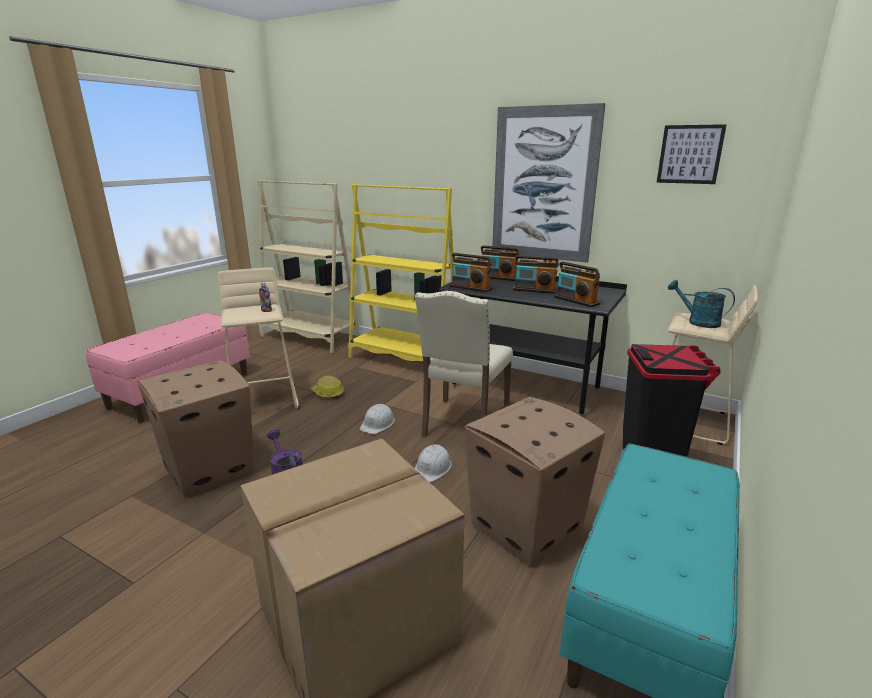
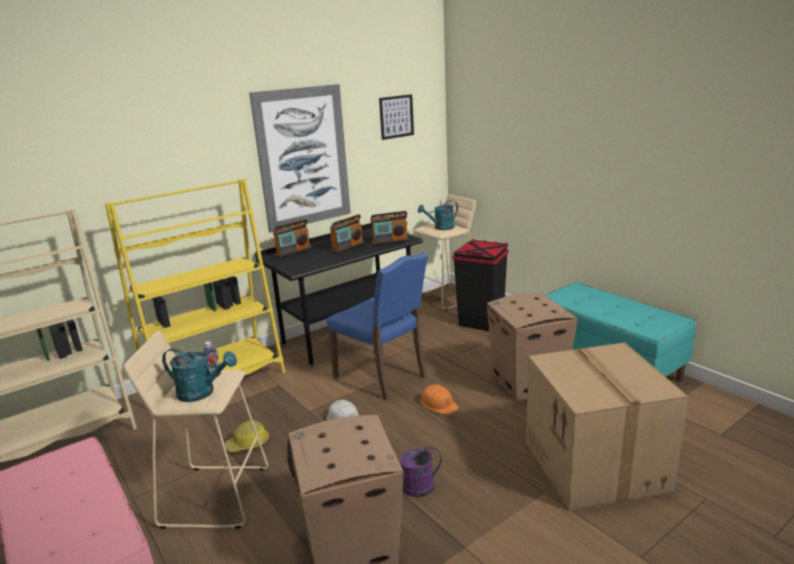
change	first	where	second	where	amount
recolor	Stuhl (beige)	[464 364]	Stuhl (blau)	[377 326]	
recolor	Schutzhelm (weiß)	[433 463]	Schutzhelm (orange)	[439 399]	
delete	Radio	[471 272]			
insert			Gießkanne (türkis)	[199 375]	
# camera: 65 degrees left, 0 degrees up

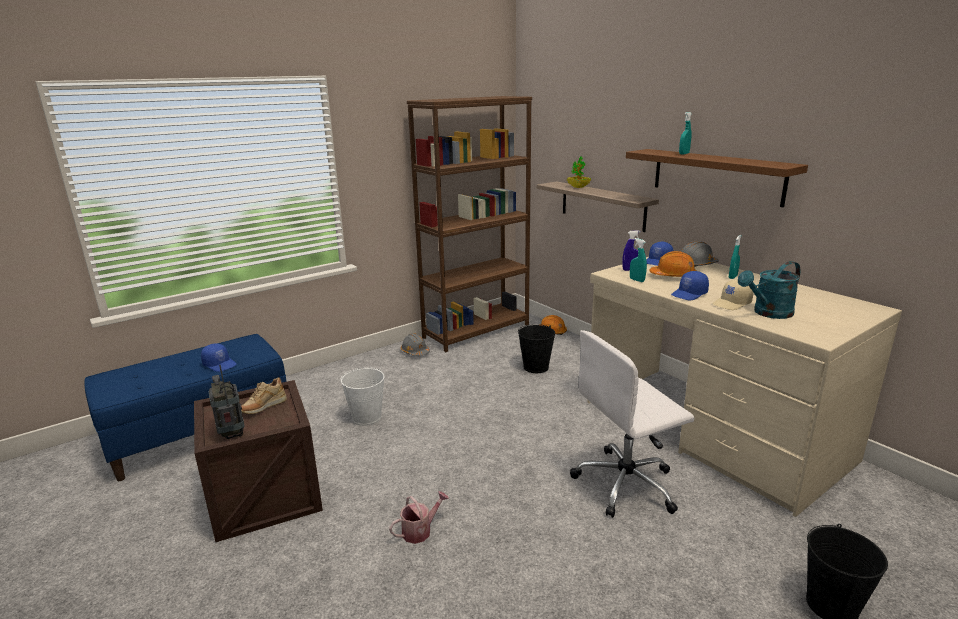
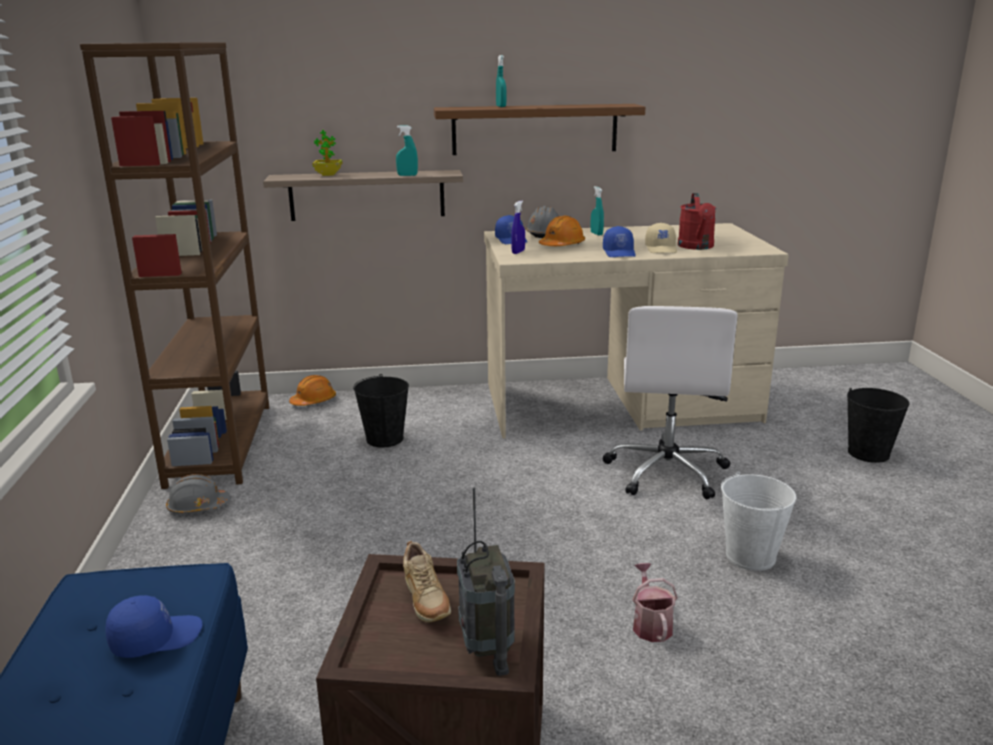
change	first	where	second	where	amount
rotate	Radio	[227 402]		[486 582]	105 degrees counterclockwise
move	Eimer (weiß)	[362 396]		[758 521]	
move	Sprühflasche (türkis)	[638 260]		[407 150]	
recolor	Gießkanne (türkis)	[769 290]	Gießkanne (rot)	[697 221]	
# camera: 60 degrees left, 0 degrees up

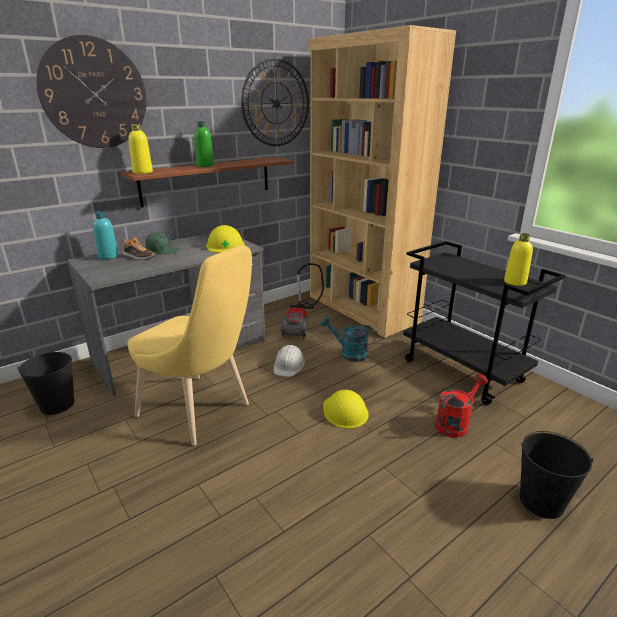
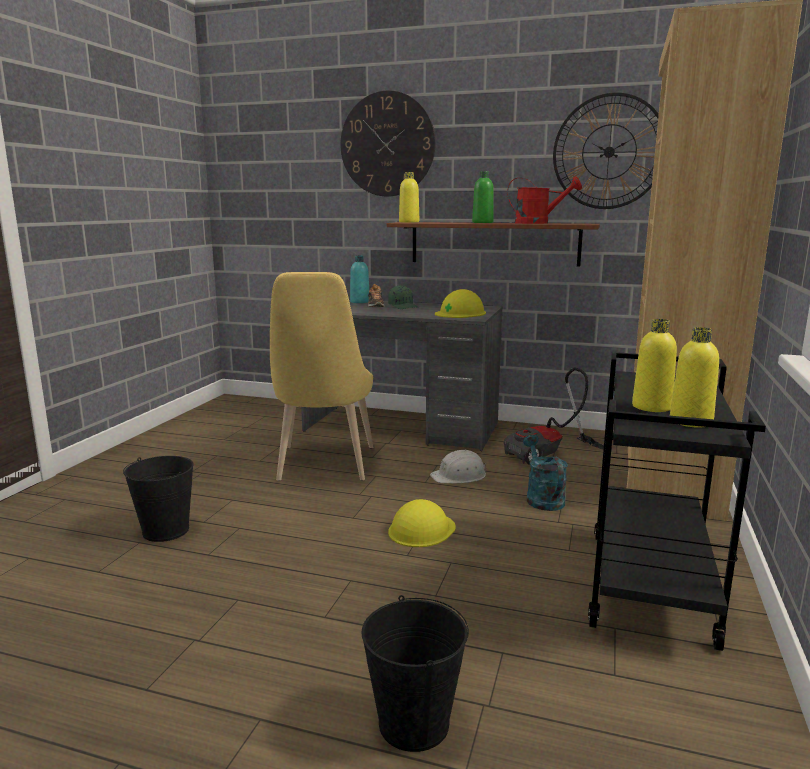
change	first	where	second	where	amount
move	Eimer (schwarz)	[46 383]		[158 499]	
move	Gießkanne (rot)	[461 406]		[544 200]	
insert			Flasche (gelb)	[654 365]	
# camera: 55 degrees right, 10 degrees down

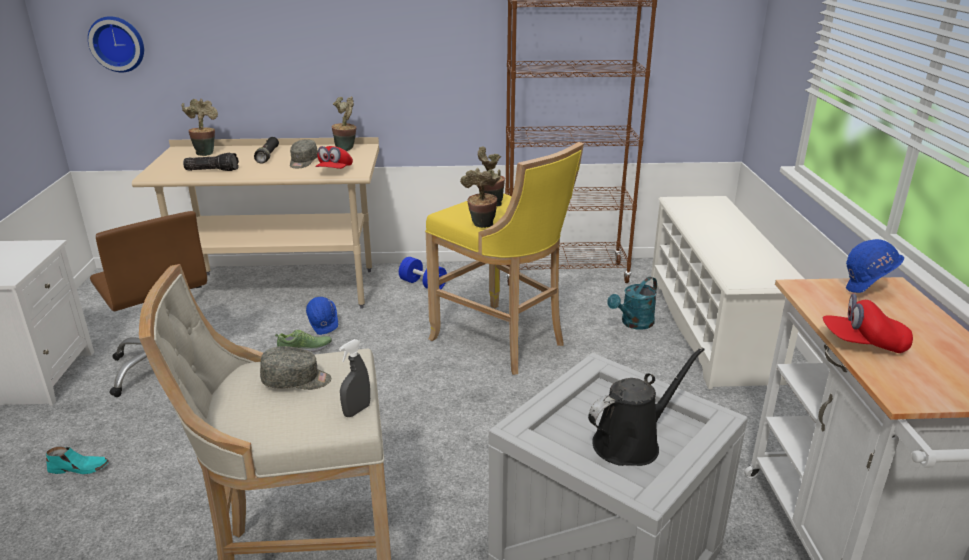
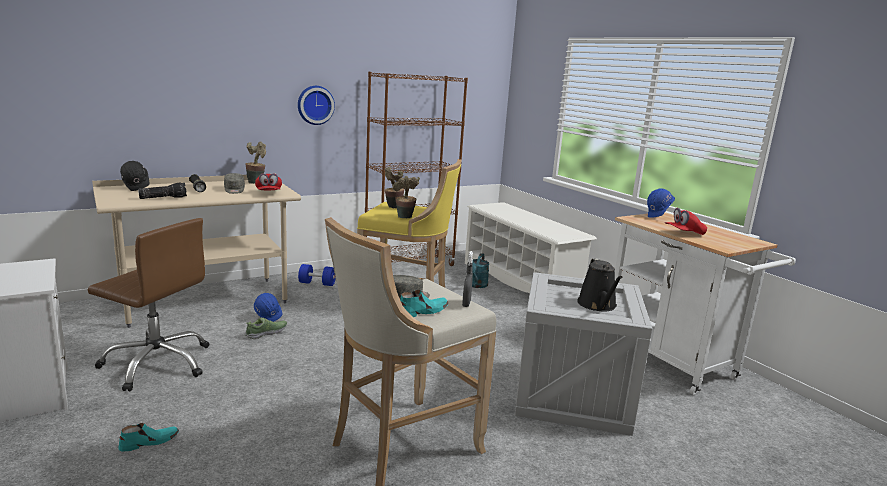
change	first	where	second	where	amount
move	Wanduhr	[116 44]		[316 105]	
replace	Topfpflanze	[199 127]	Schutzhelm (schwarz)	[135 176]	
rotate	Gießkanne (schwarz)	[646 406]		[600 284]	150 degrees clockwise
insert			Schuh (türkis)	[424 303]	
# camera: 30 degrees left, 10 degrees down

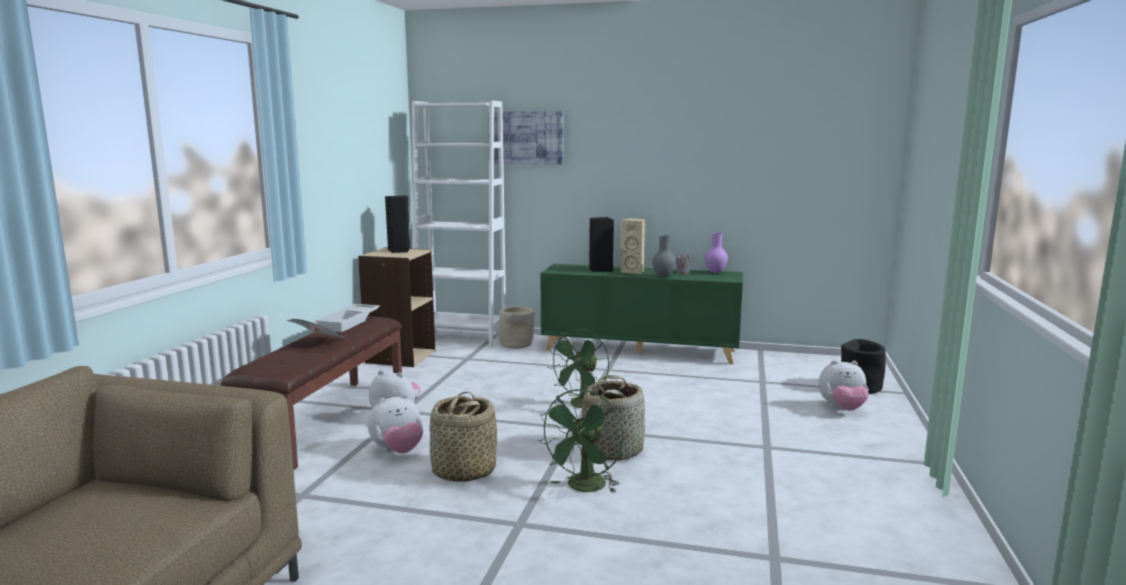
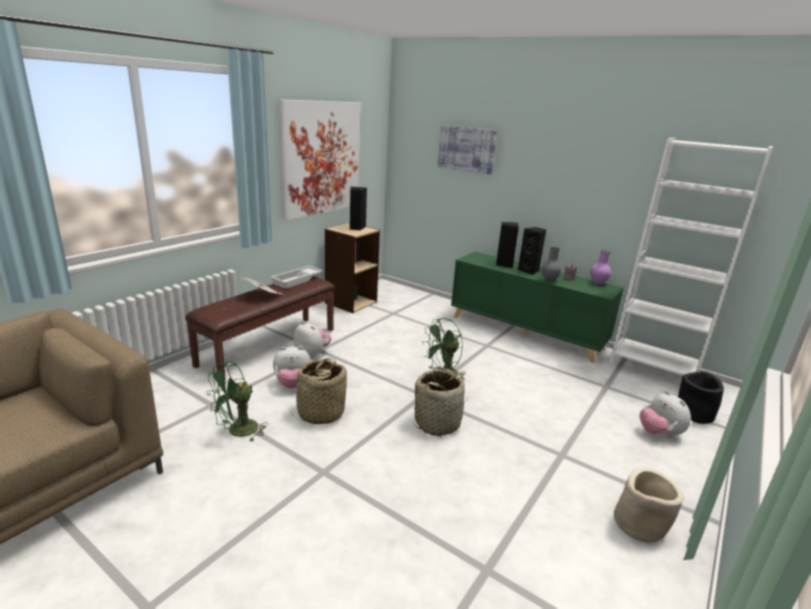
change	first	where	second	where	amount
move	Bücherregal (weiß)	[458 223]		[690 257]	
move	Pflanzkübel (beige)	[516 327]		[649 505]	
move	Ventilator (grün)	[580 441]		[237 401]	
recolor	Lautsprecher (beige)	[633 246]	Lautsprecher (schwarz)	[532 251]	
rotate	Plüschtier	[844 385]		[665 414]	45 degrees clockwise
insert			Bild	[319 159]	
# camera: 20 degrees right, 10 degrees up

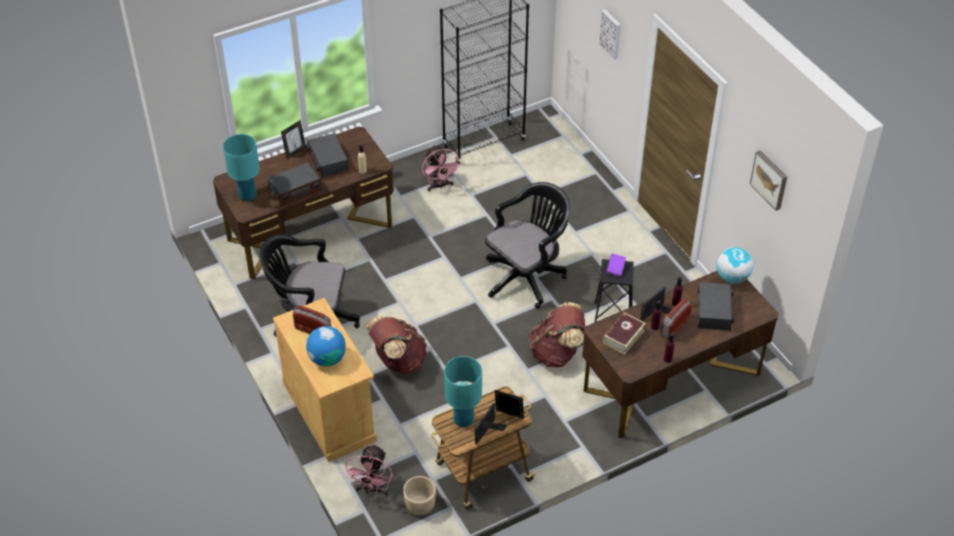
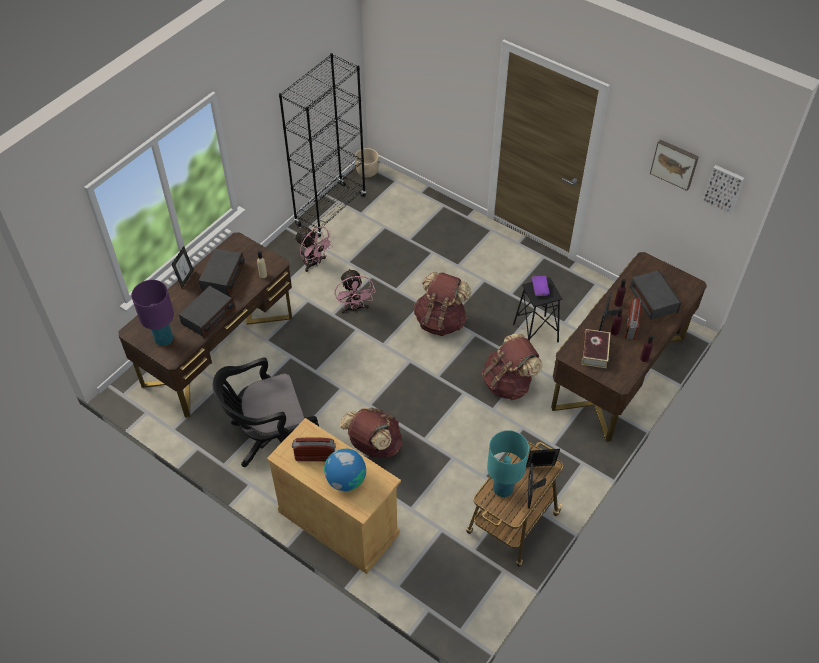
change	first	where	second	where	amount
recolor	Tischlampe (türkis)	[241 167]	Tischlampe (lila)	[153 313]	
rotate	Radio	[327 156]		[221 272]	120 degrees counterclockwise
move	Ventilator (rosa)	[368 469]		[355 291]	
move	Pflanzkübel (beige)	[419 495]		[367 162]	
replace	Bürostuhl (schwarz)	[527 245]	Rucksack (braun)	[442 304]	
move	Bild	[610 34]		[723 190]	
delete	Globus	[734 265]			
# camera: 25 degrees left, 5 degrees up

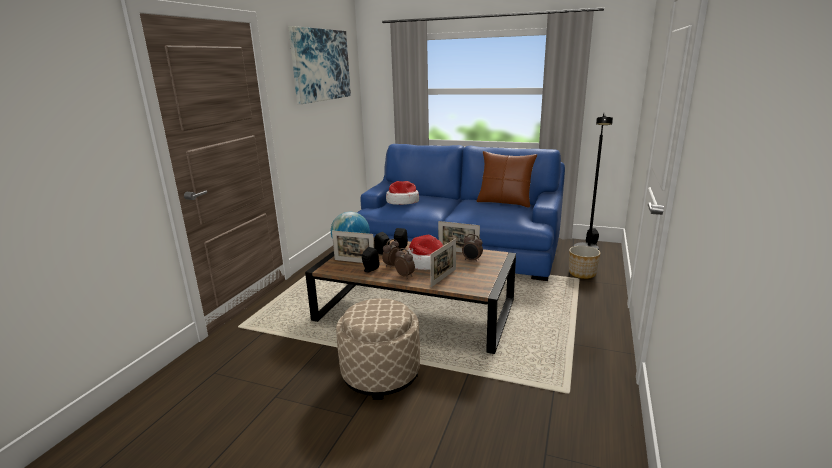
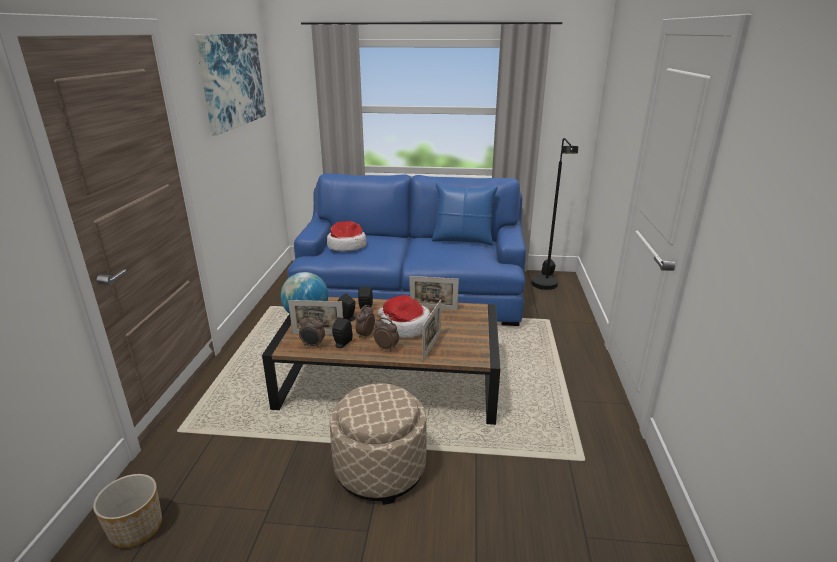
change	first	where	second	where	amount
move	Wecker	[472 248]		[312 331]	
recolor	Kissen (braun)	[507 179]	Kissen (blau)	[465 214]	
move	Pflanzkübel	[584 262]		[127 511]	
# camera: 15 degrees left, 5 degrees up

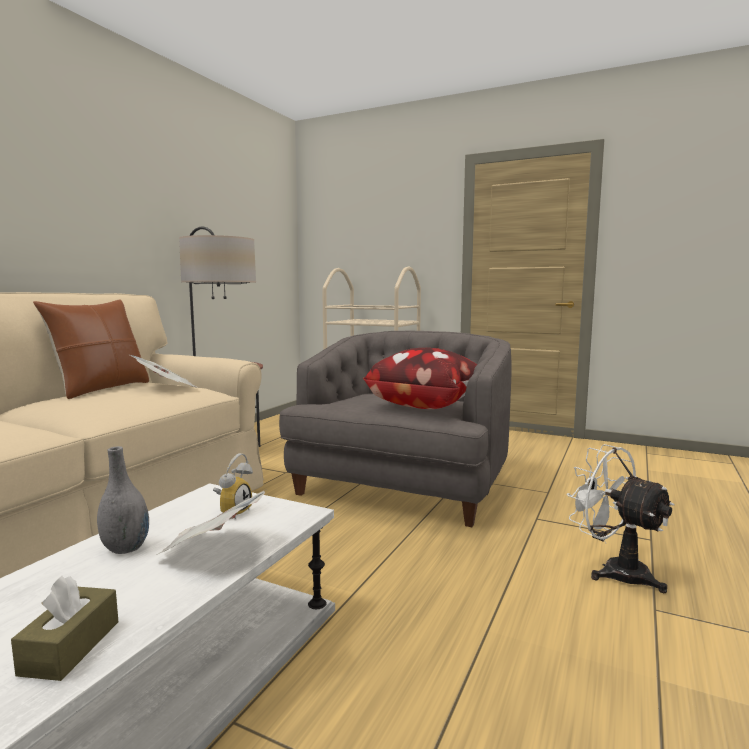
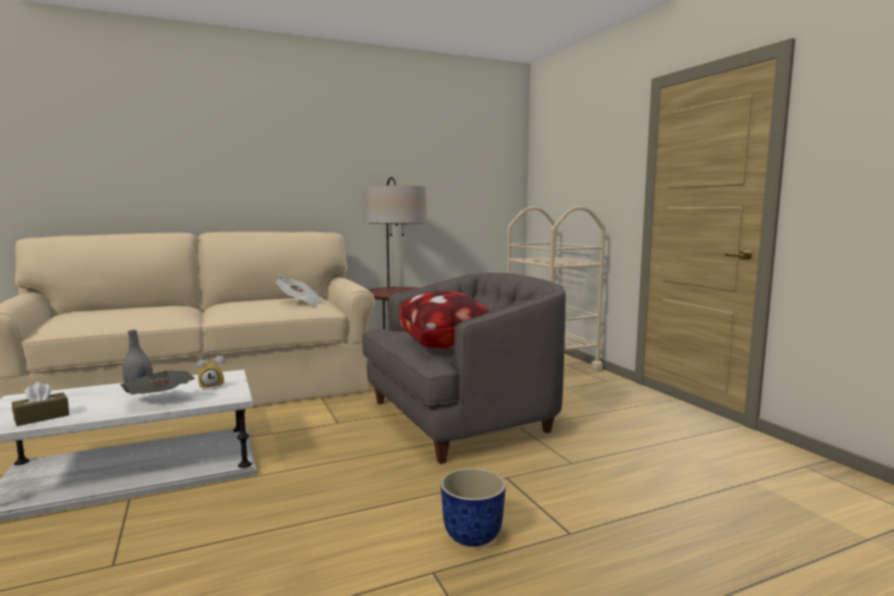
change	first	where	second	where	amount
delete	Kissen (braun)	[91 349]			
replace	Ventilator (weiß)	[620 518]	Pflanzkübel	[473 507]	
# camera: 40 degrees right, 0 degrees up

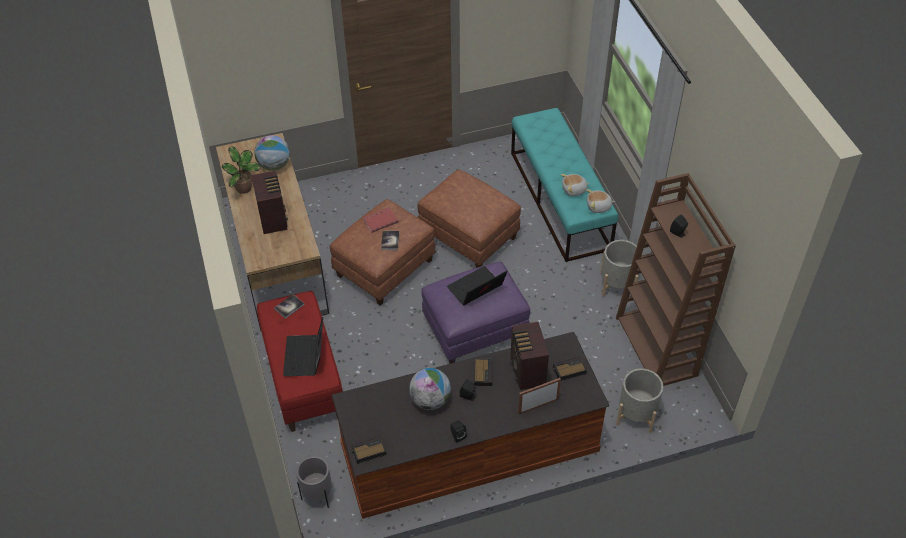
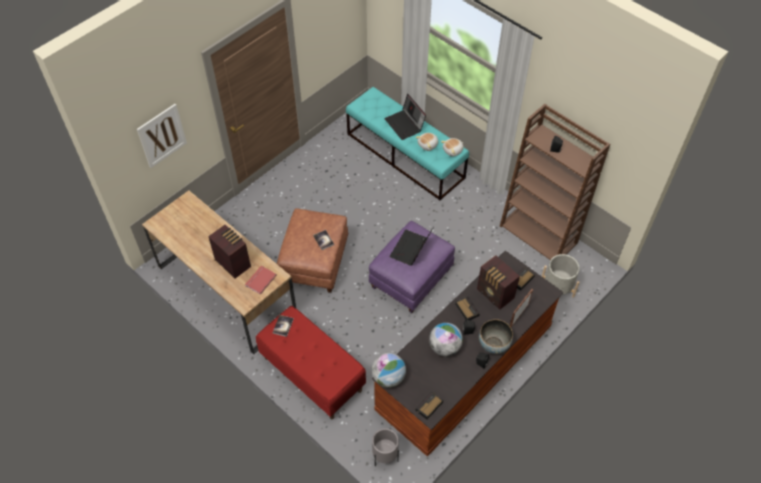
change	first	where	second	where	amount
delete	Topfpflanze	[241 170]			
move	Globus	[272 153]		[389 370]	
move	Laptop	[303 346]		[405 117]	
move	Buch (rot)	[381 220]		[261 280]	
delete	Polsterhocker (braun)	[469 218]			
delete	Pflanzkübel (grau)	[619 268]			
insert			Bild	[162 136]	
insert			Schüssel	[496 336]	
# camera: 30 degrees left, 5 degrees up

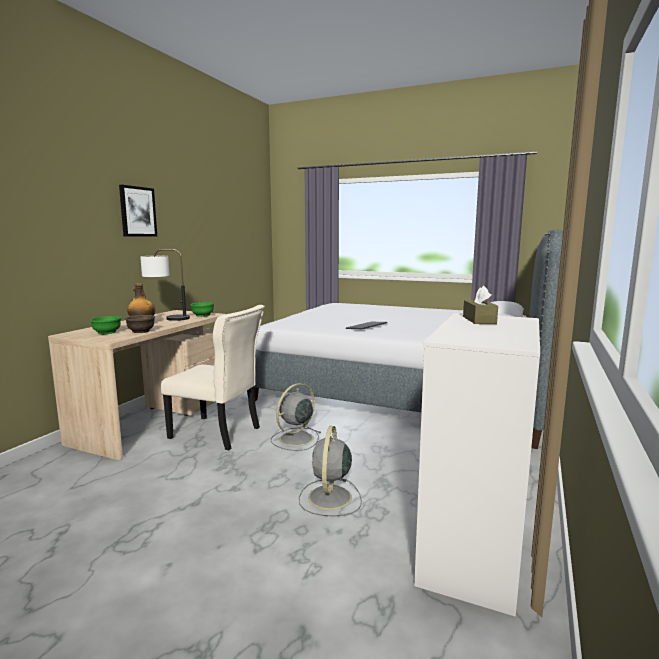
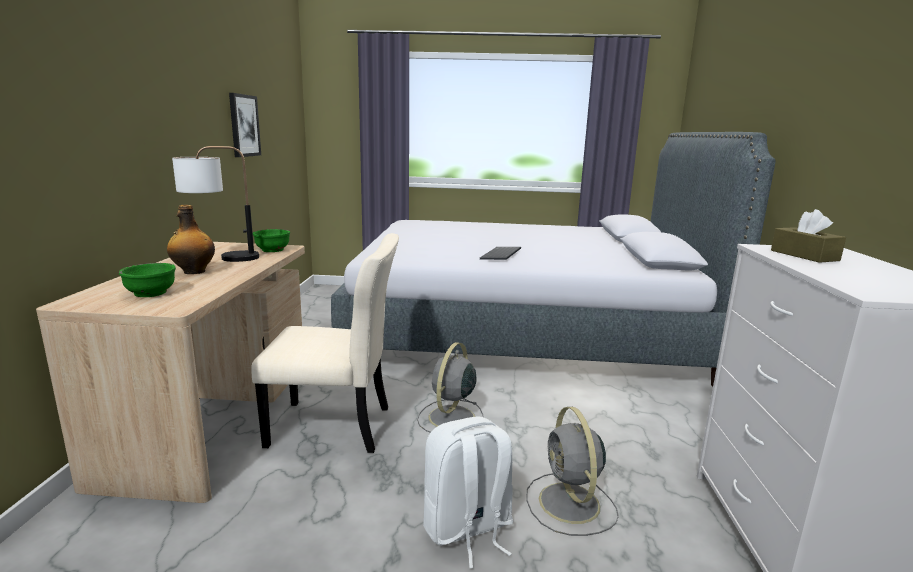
change	first	where	second	where	amount
move	Bild	[138 210]		[245 125]	
delete	Schüssel (braun)	[140 324]			
insert			Rucksack (weiß)	[468 492]	
# camera: 20 degrees left, 5 degrees up

